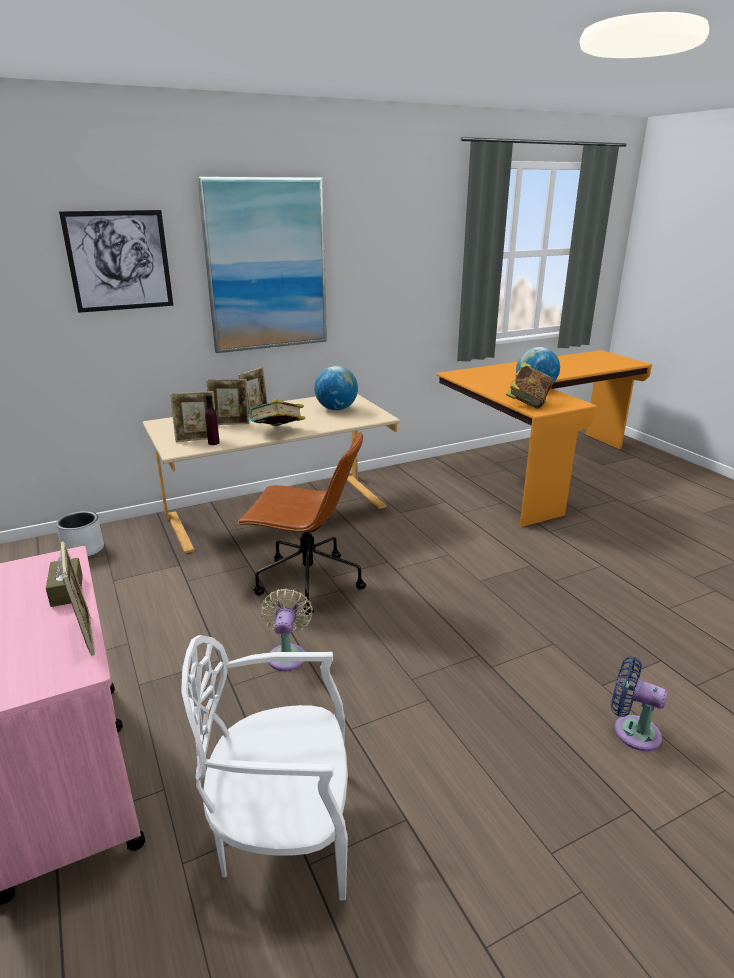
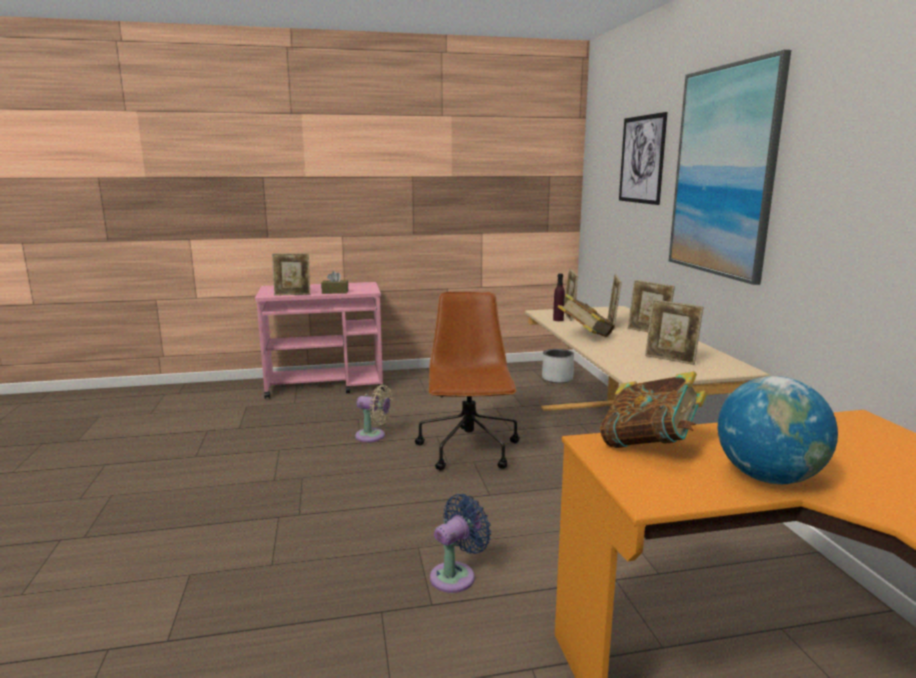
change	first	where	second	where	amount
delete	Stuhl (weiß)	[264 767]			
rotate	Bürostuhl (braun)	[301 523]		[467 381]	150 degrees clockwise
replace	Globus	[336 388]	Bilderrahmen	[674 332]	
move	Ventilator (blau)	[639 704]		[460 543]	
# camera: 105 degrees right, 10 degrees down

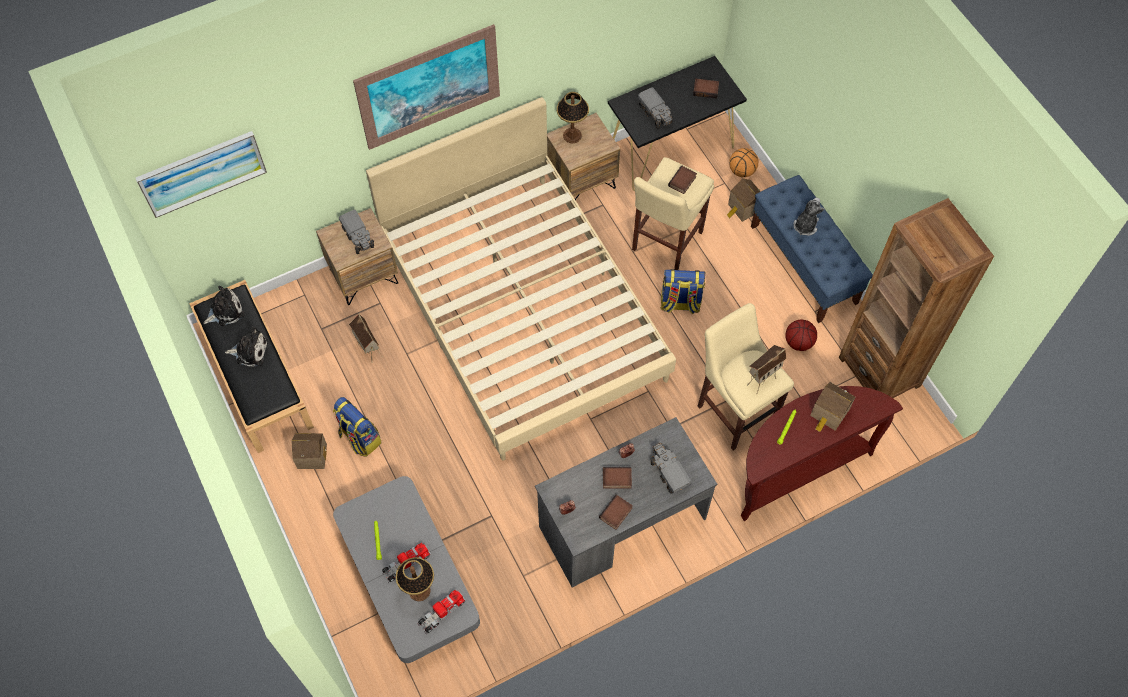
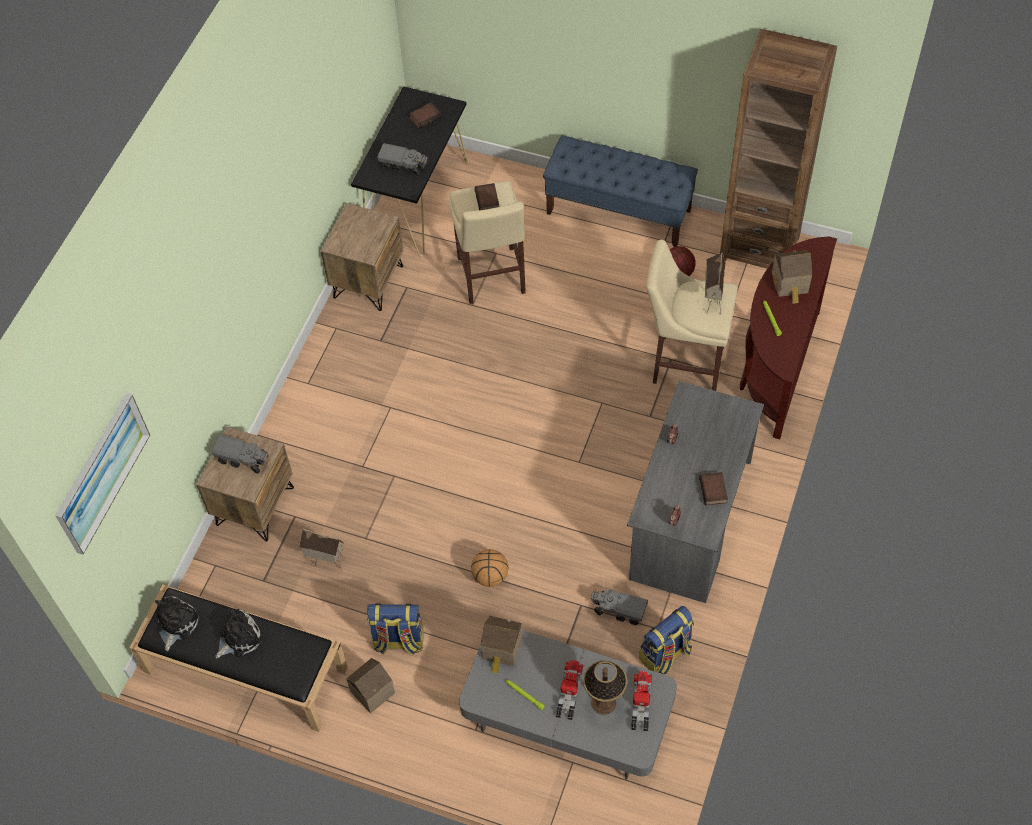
change	first	where	second	where	amount
delete	Bild	[426 87]			
delete	Bett (beige)	[521 279]			
delete	Tischlampe	[573 117]			
delete	Buch	[617 478]			
move	Spielzeuglaster	[671 468]		[619 607]	
move	Rucksack	[683 292]		[666 640]	
move	Spielzeughaus	[744 200]		[501 644]	
move	Basketball	[743 162]		[489 568]	
delete	Plüschtier	[809 217]			
# camera: 40 degrees left, 5 degrees down

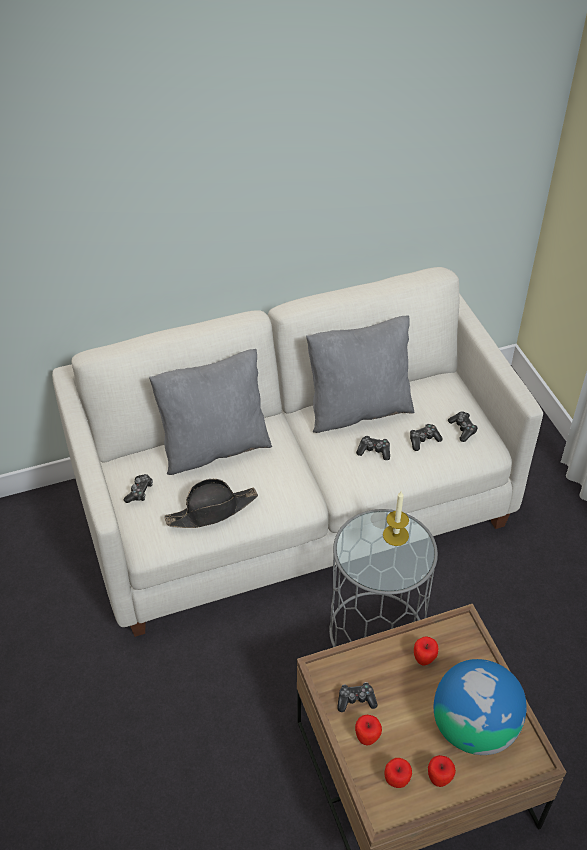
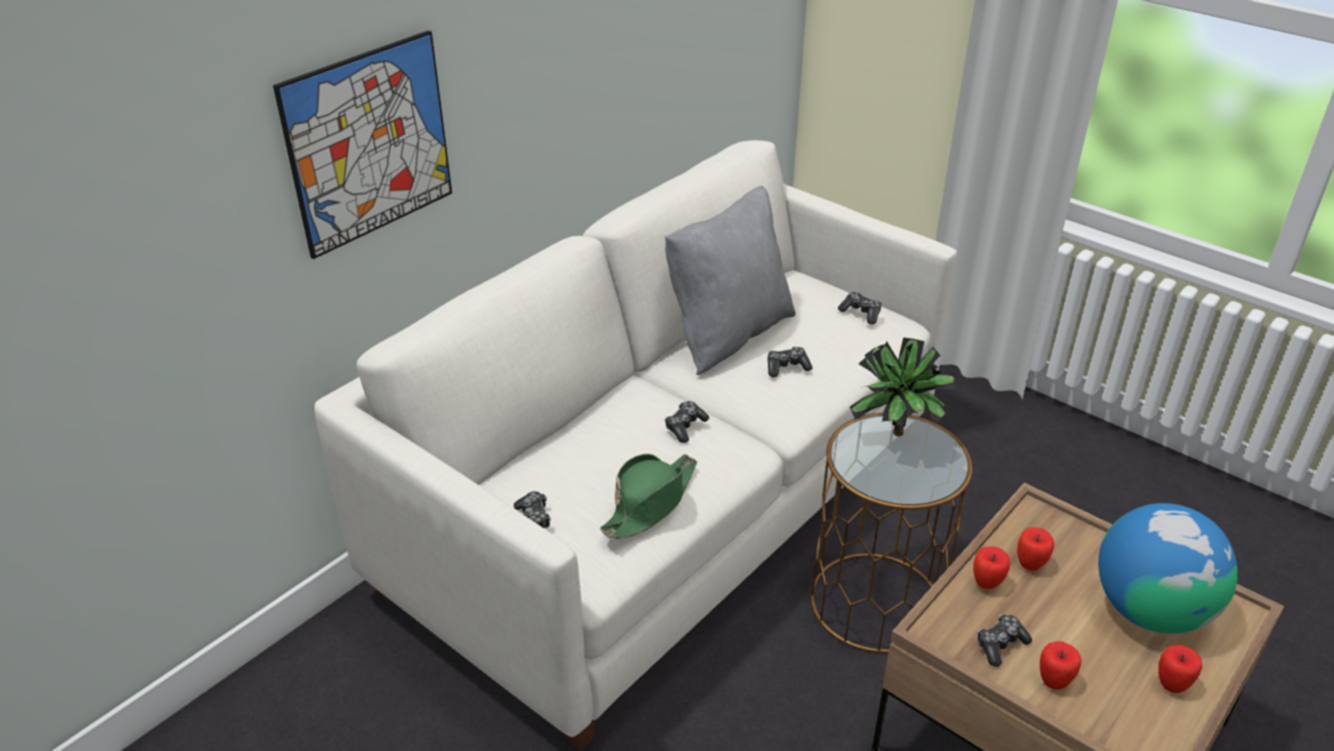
change	first	where	second	where	amount
delete	Kissen (grau)	[210 412]			
recolor	Hut (schwarz)	[211 503]	Hut (grün)	[648 496]	
recolor	Beistelltisch (grau)	[383 578]	Beistelltisch (braun)	[891 533]	
replace	Kerze	[396 518]	Topfpflanze	[903 387]	
move	Apfel	[398 773]		[991 567]	
move	Gamepad	[426 437]		[687 422]	
insert			Bild	[362 144]	
# camera: 30 degrees left, 10 degrees down

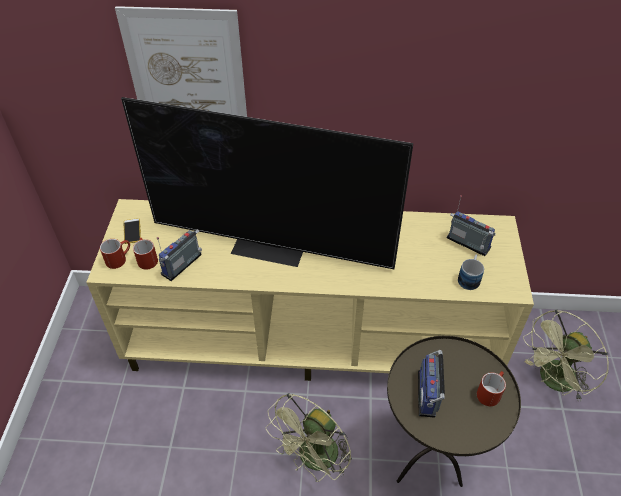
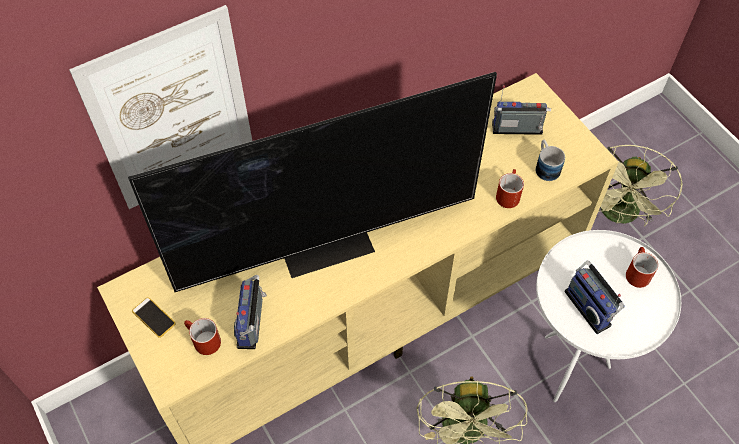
change	first	where	second	where	amount
move	Henkelbecher (rot)	[115 254]		[510 188]	
recolor	Beistelltisch (braun)	[454 411]	Beistelltisch (weiß)	[608 316]	
# camera: 35 degrees left, 10 degrees up

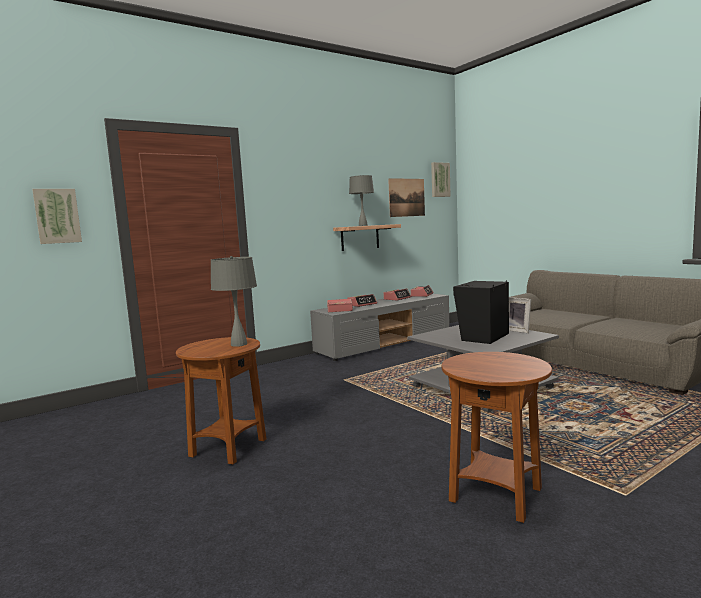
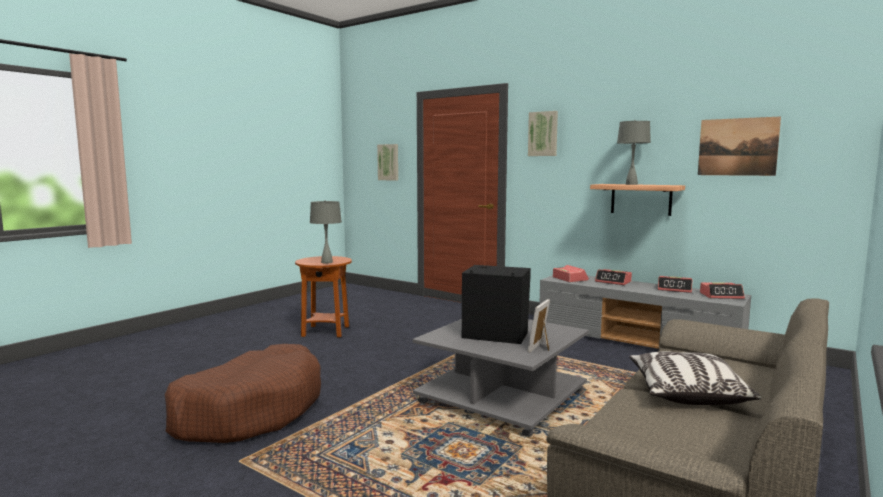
change	first	where	second	where	amount
move	Bild	[441 179]		[543 133]	
replace	Beistelltisch (braun)	[497 437]	Hundebett (braun)	[243 393]	
insert			Kissen	[695 378]	
# camera: 70 degrees right, 0 degrees up

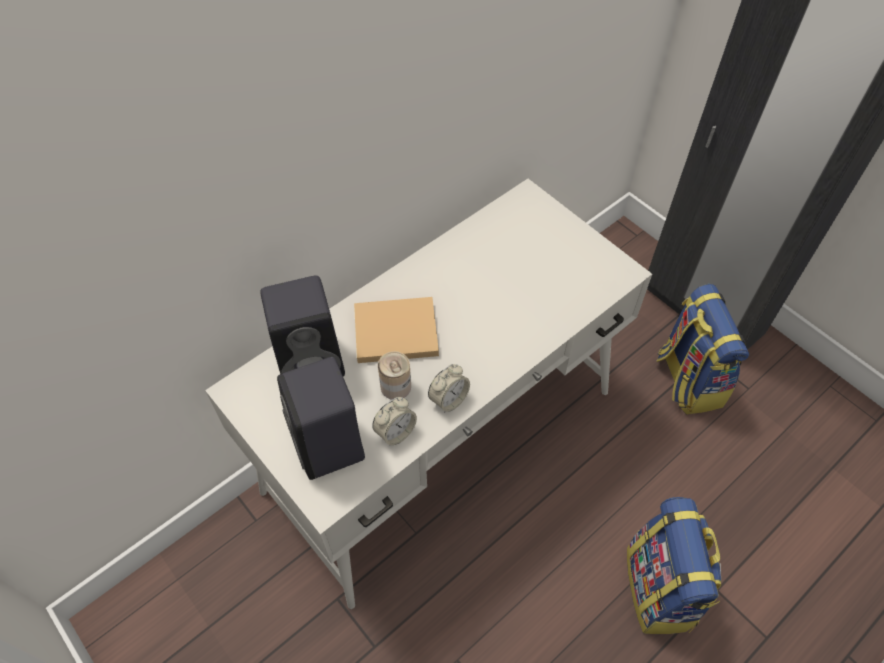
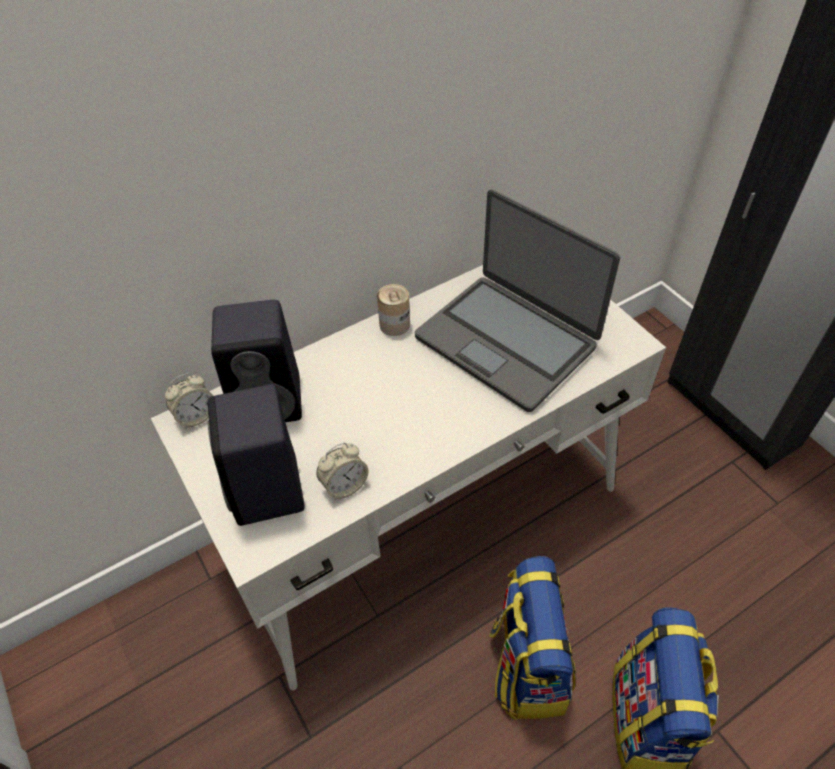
change	first	where	second	where	amount
delete	Buch (beige)	[396 330]			
move	Dose	[394 375]		[393 310]	
move	Wecker	[449 388]		[189 401]	
move	Rucksack	[702 349]		[532 638]	
insert			Laptop	[517 300]	
# camera: 10 degrees right, 5 degrees down

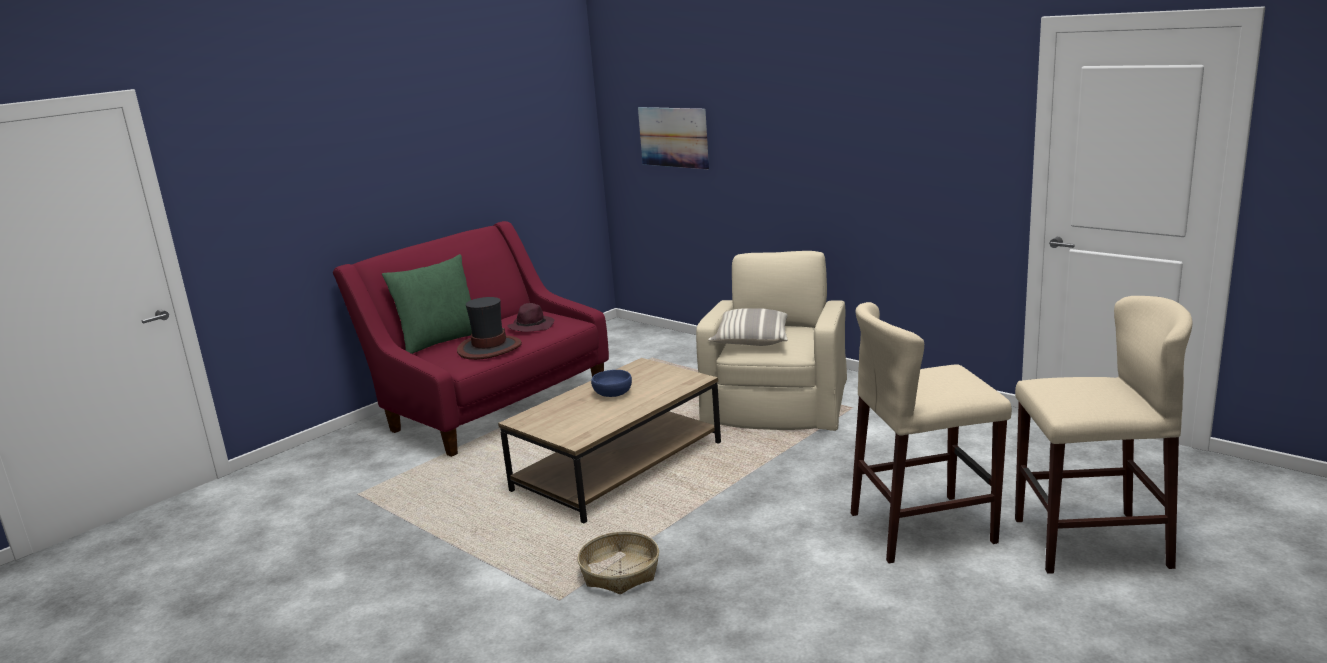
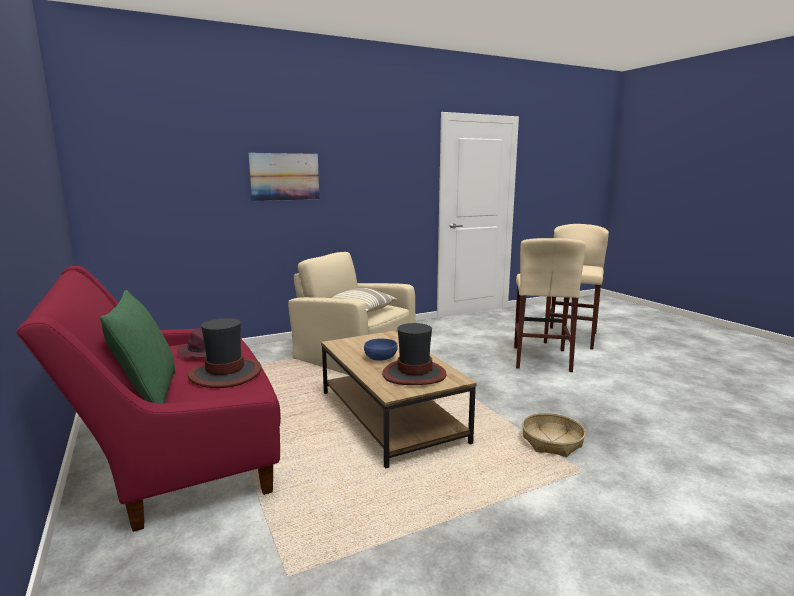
change	first	where	second	where	amount
move	Bild	[673 138]		[283 177]	
insert			Hut	[414 354]	
# camera: 70 degrees left, 5 degrees down

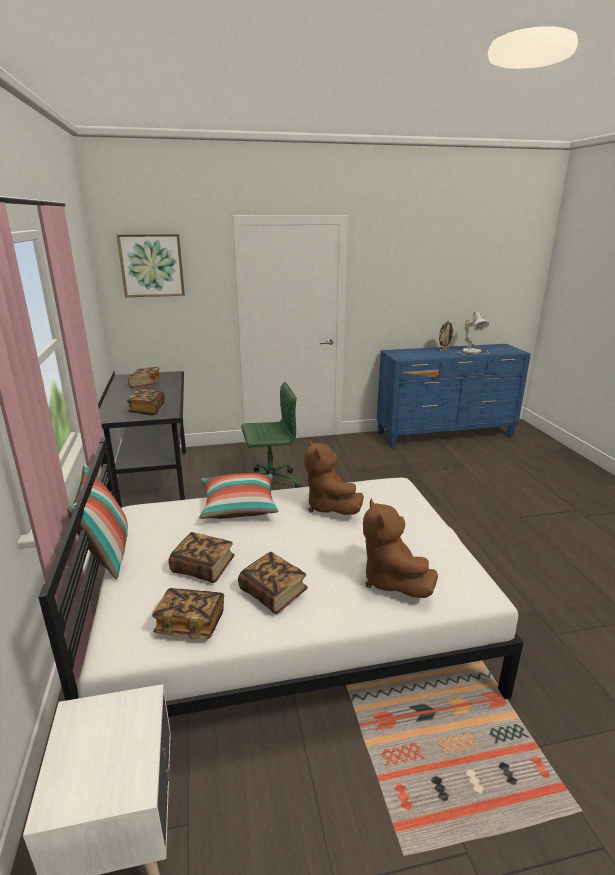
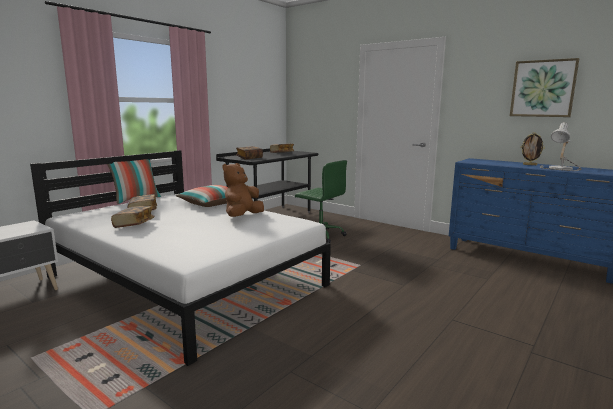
change	first	where	second	where	amount
move	Bild	[151 265]		[545 87]	
delete	Buch	[188 613]			
delete	Plüschtier (braun)	[400 548]			
# camera: 50 degrees right, 10 degrees down

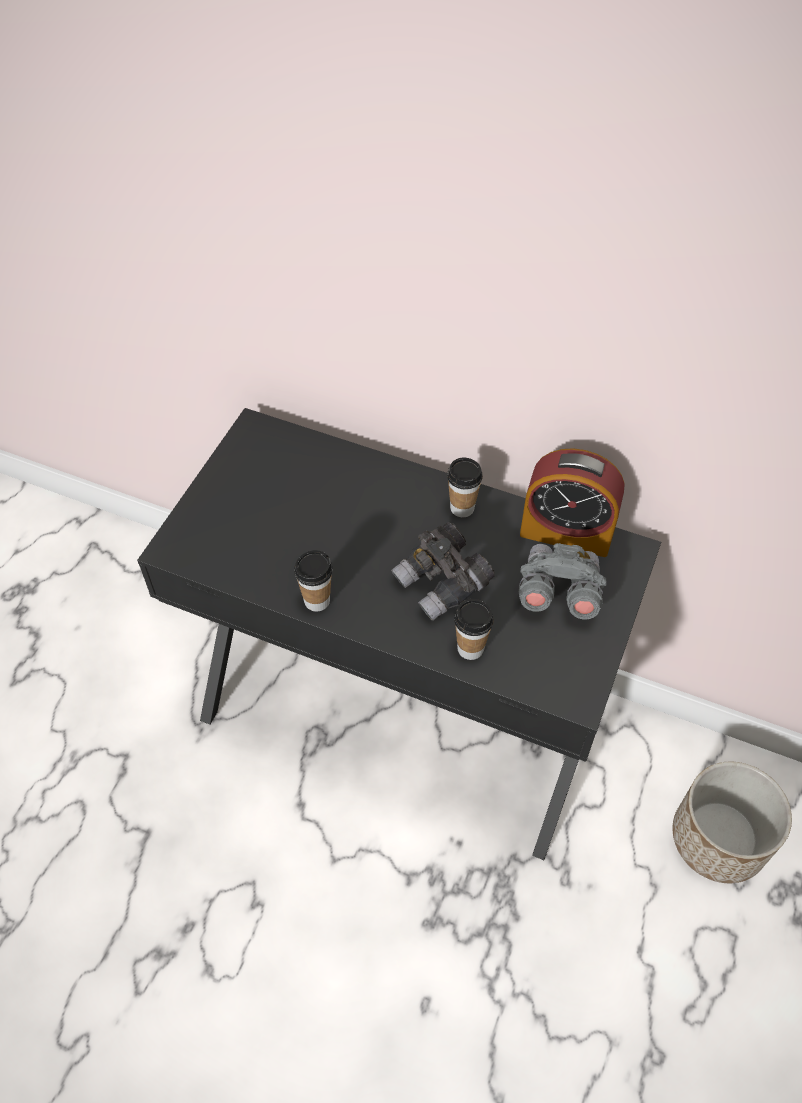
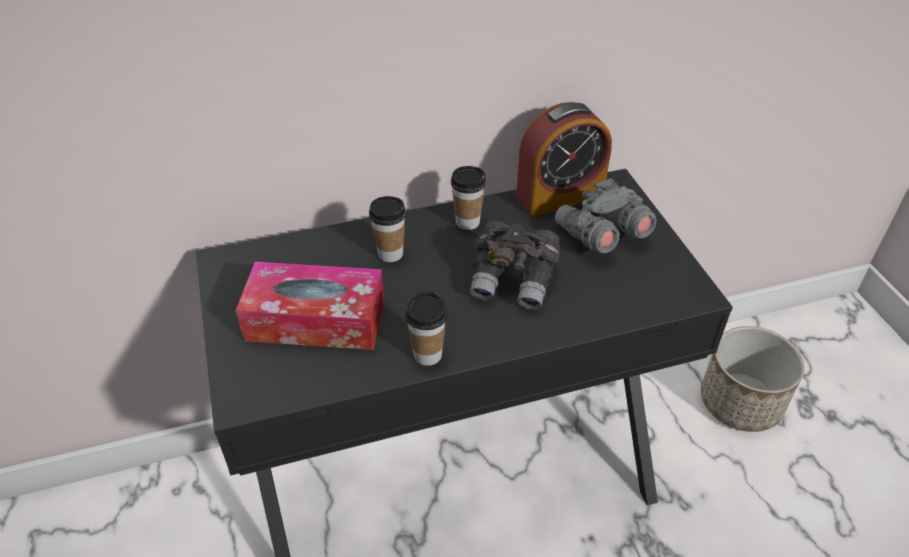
change	first	where	second	where	amount
move	Tasse	[474 629]		[387 229]	
insert			Taschentuchbox	[310 306]	
# camera: 40 degrees left, 10 degrees down

